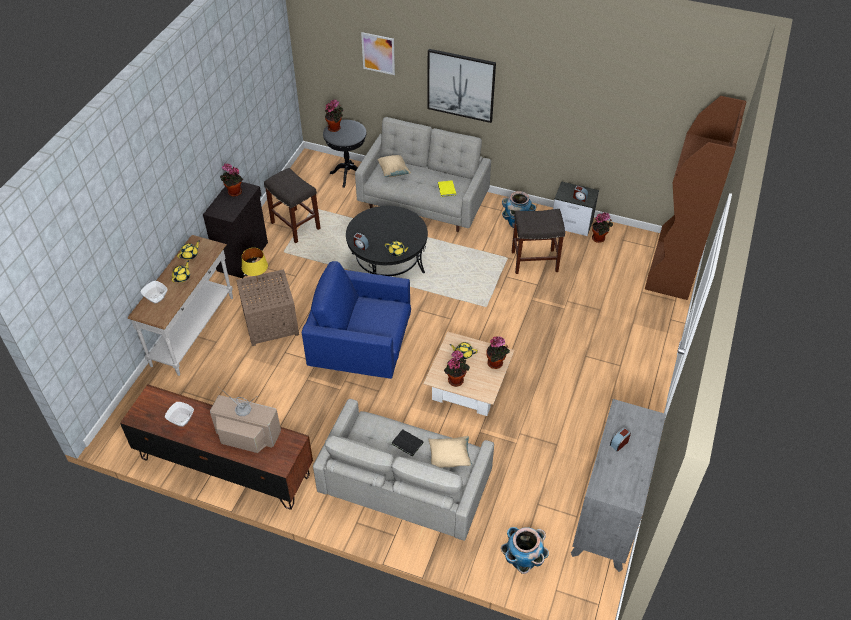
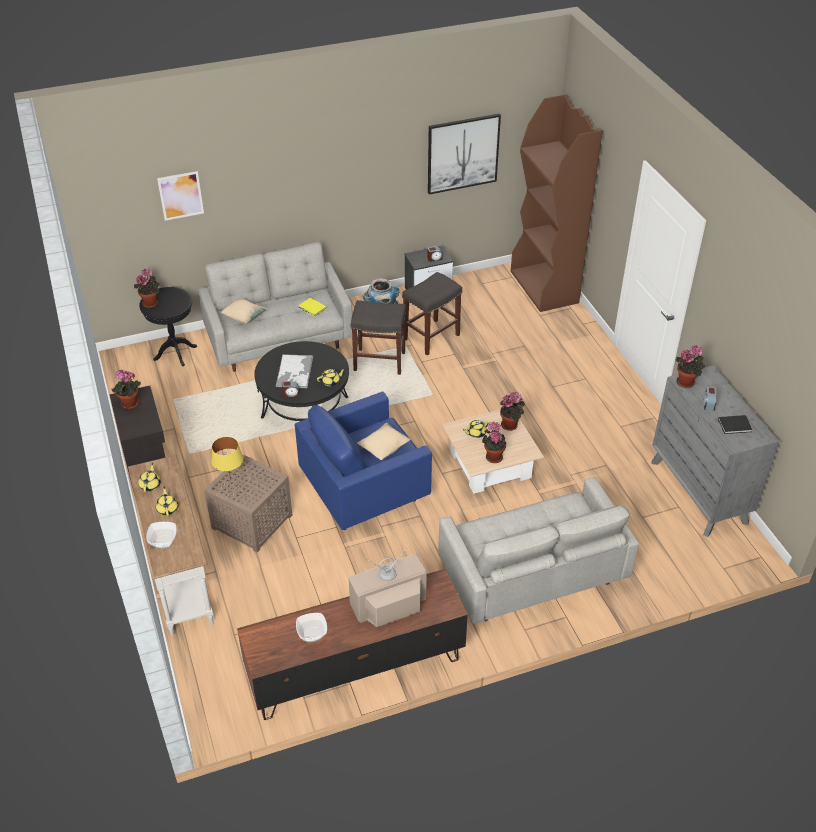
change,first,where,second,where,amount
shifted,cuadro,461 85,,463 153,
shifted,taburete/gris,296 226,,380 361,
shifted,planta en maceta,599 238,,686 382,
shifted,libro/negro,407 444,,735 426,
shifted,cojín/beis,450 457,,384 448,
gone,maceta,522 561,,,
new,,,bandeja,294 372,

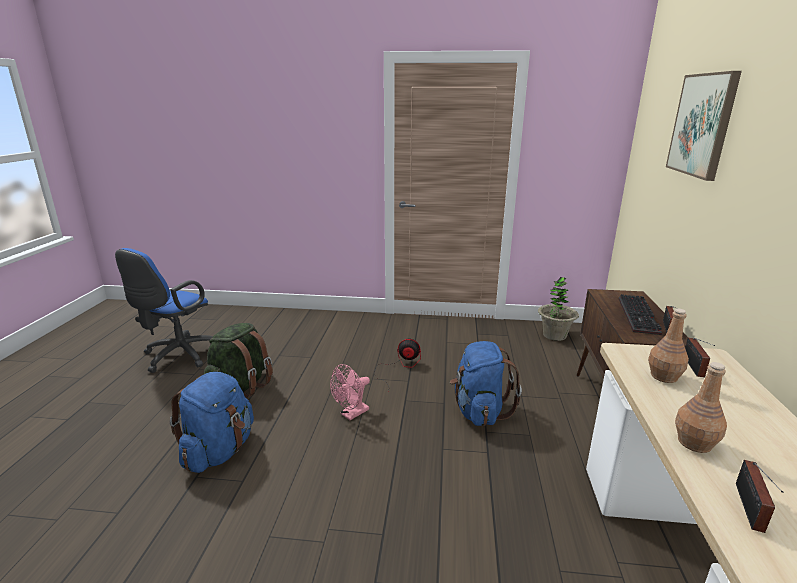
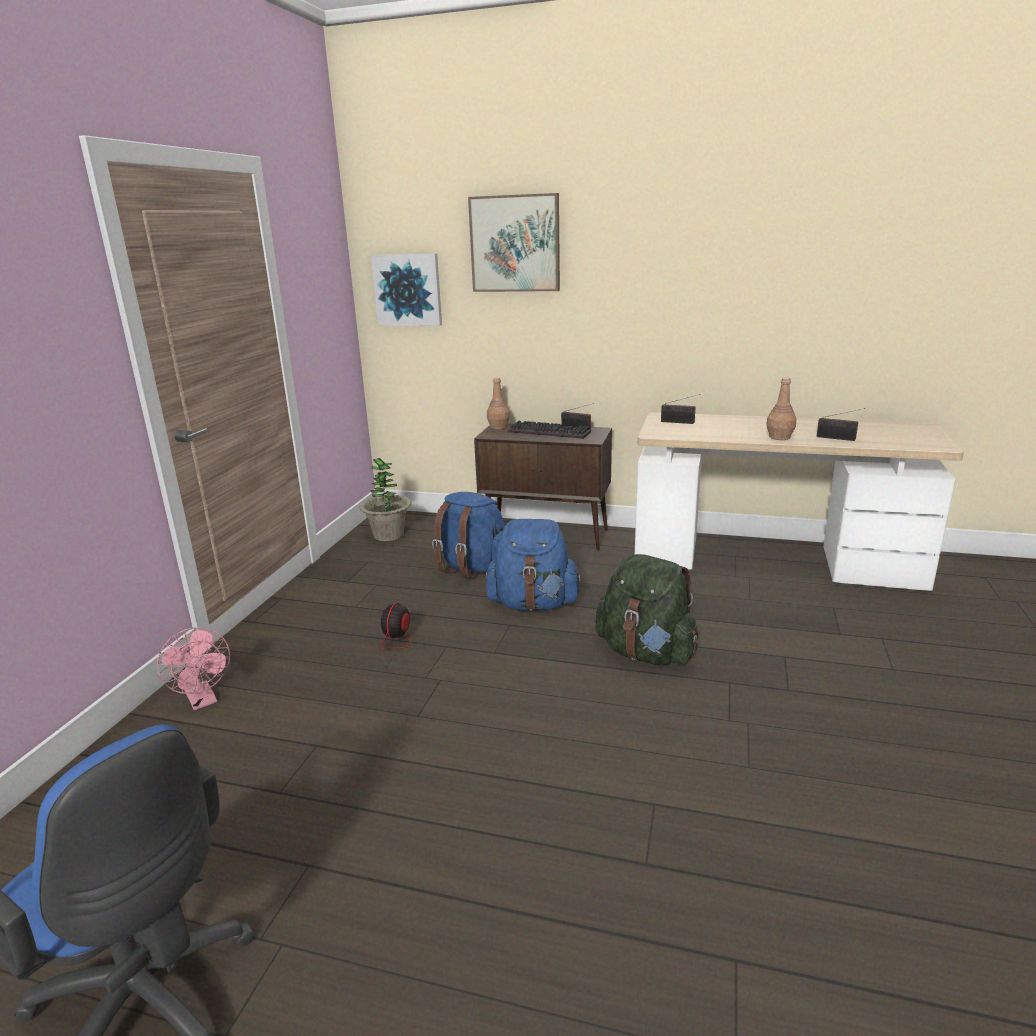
change,first,where,second,where,amount
shifted,botella/marrón,663 376,,498 427,
shifted,mochila/verde,241 387,,646 653,
shifted,ventilador/rosa,351 414,,203 700,
shifted,mochila/azul,219 451,,472 568,
new,,,cuadro,408 290,

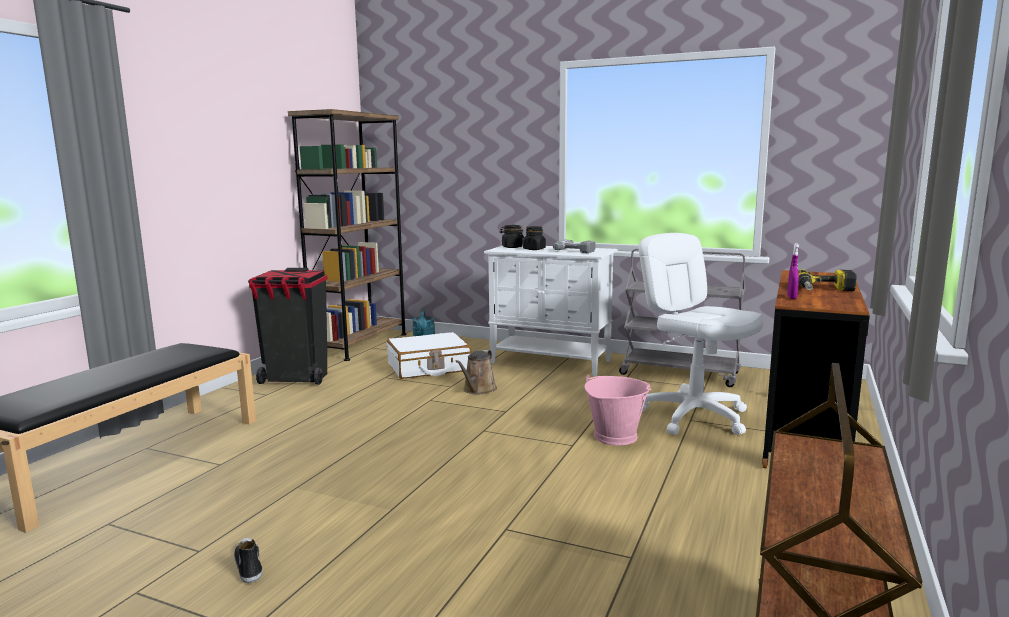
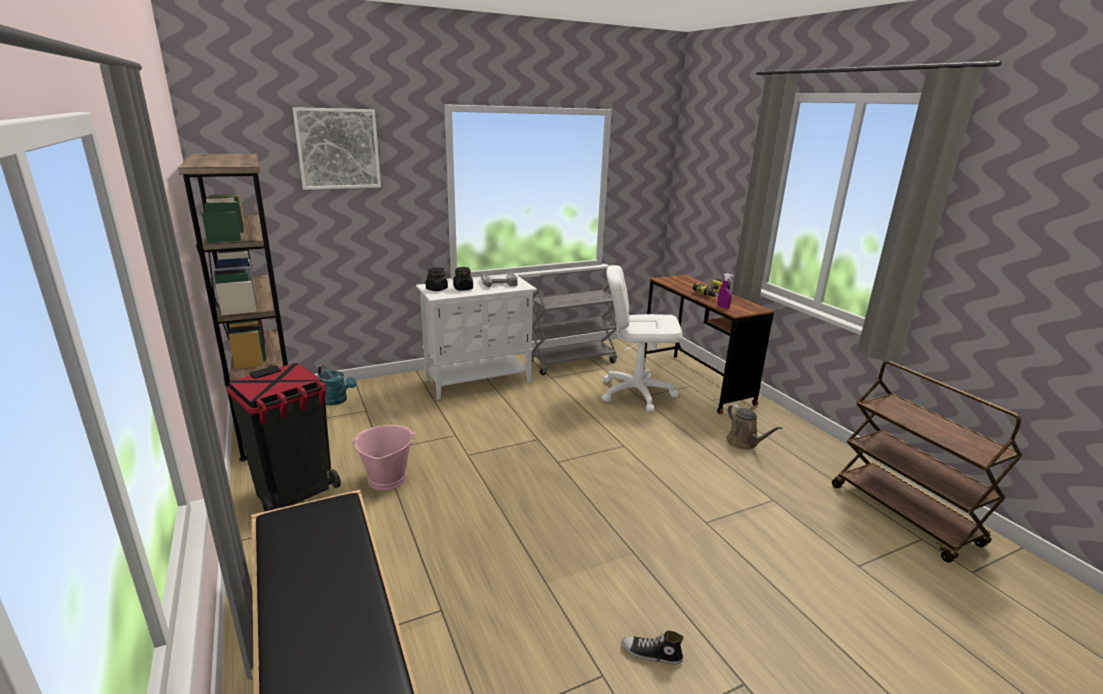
change,first,where,second,where,amount
gone,maleta/blanco,429 367,,,
shifted,regadera/marrón,478 390,,744 443,
shifted,cubo/rosa,615 436,,387 478,
new,,,cuadro,338 149,

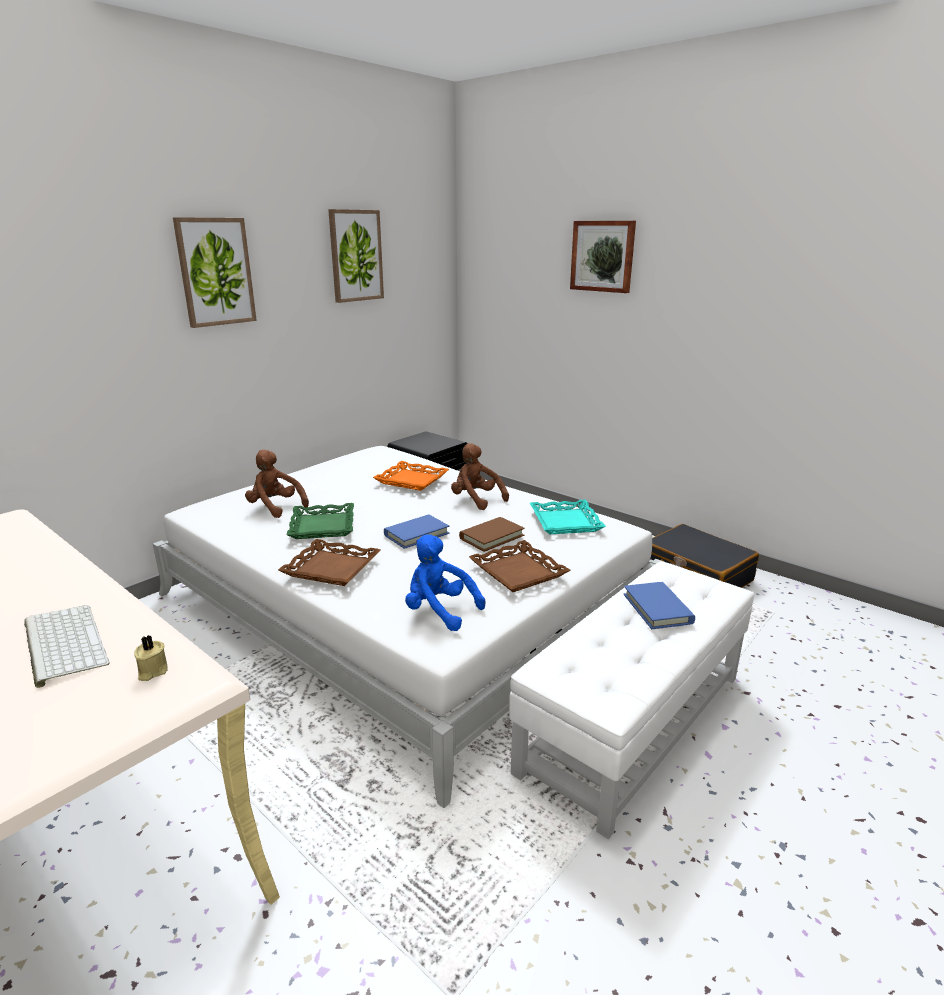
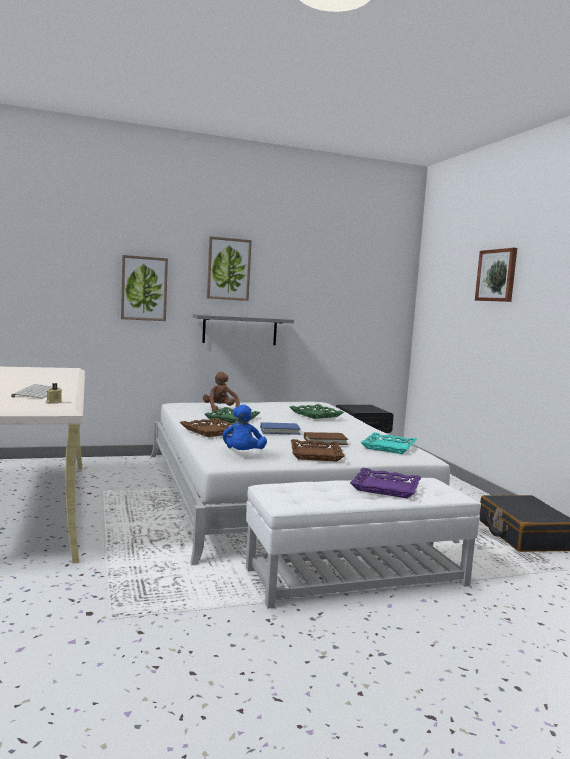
change,first,where,second,where,amount
shifted,cuadro,355 256,,144 288,
gone,peluche/marrón,476 500,,,
repainted,bandeja/naranja,411 480,bandeja/verde,315 414,
rotated,peluche/azul,439 611,,243 455,150 degrees counterclockwise
swapped,libro/azul,657 608,bandeja/morado,385 488,
new,,,estante/gris,240 330,

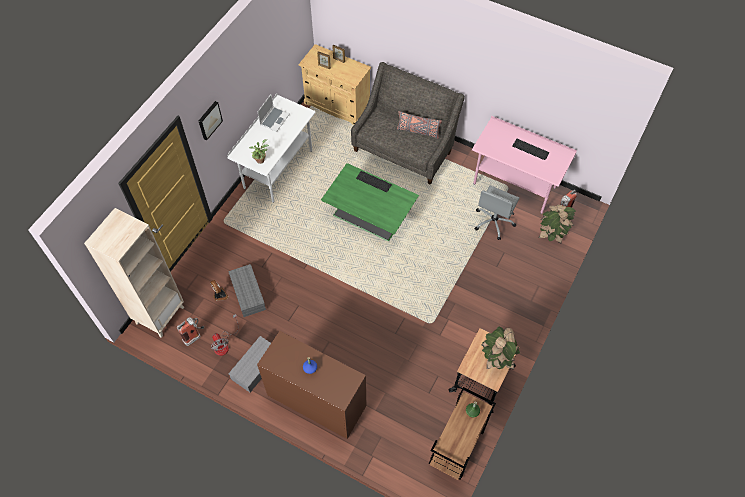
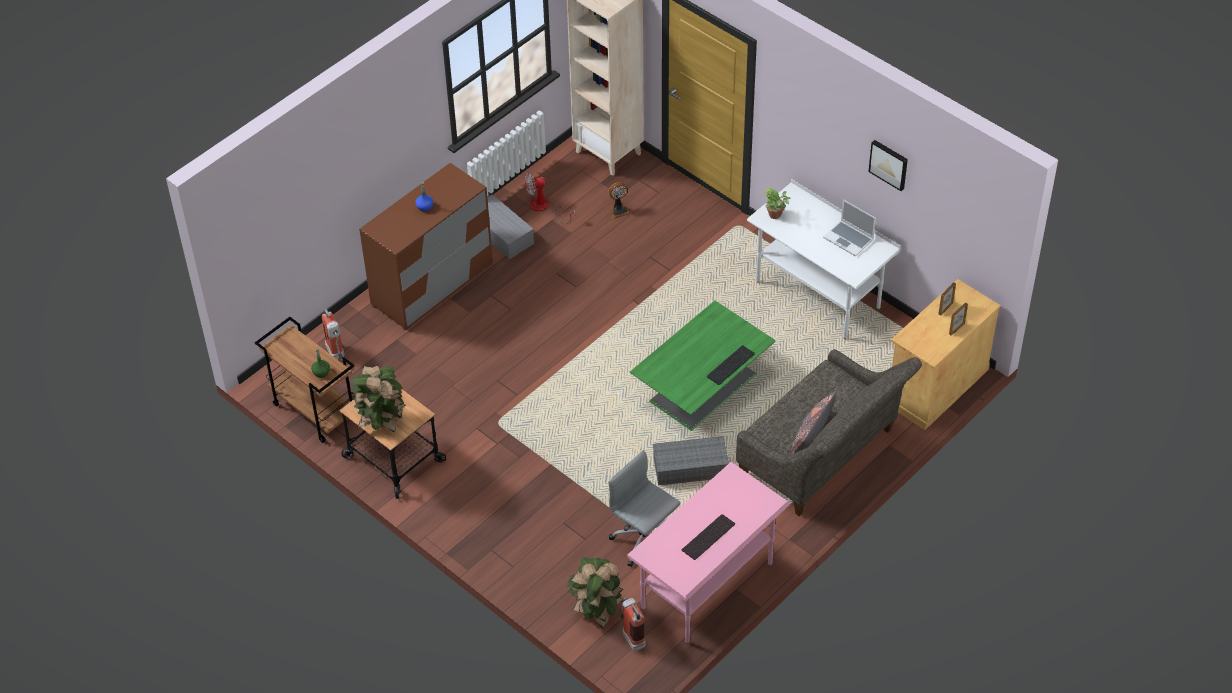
change,first,where,second,where,amount
shifted,cuadro,209 120,,889 164,
shifted,caja de almacenaje/gris,247 293,,691 467,
shifted,extintor,195 337,,337 355,

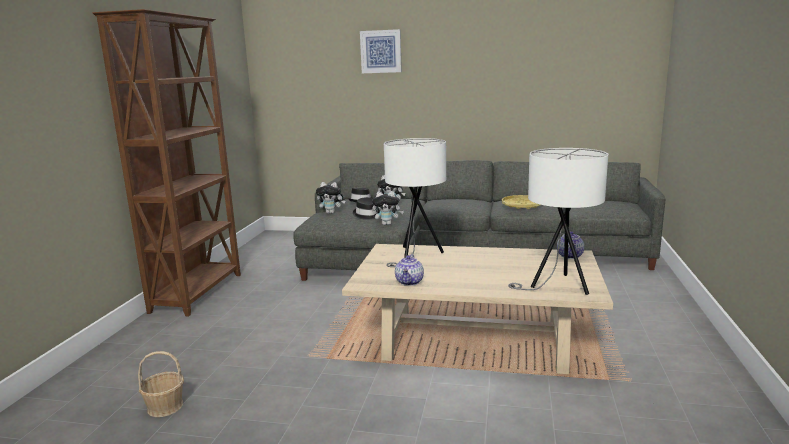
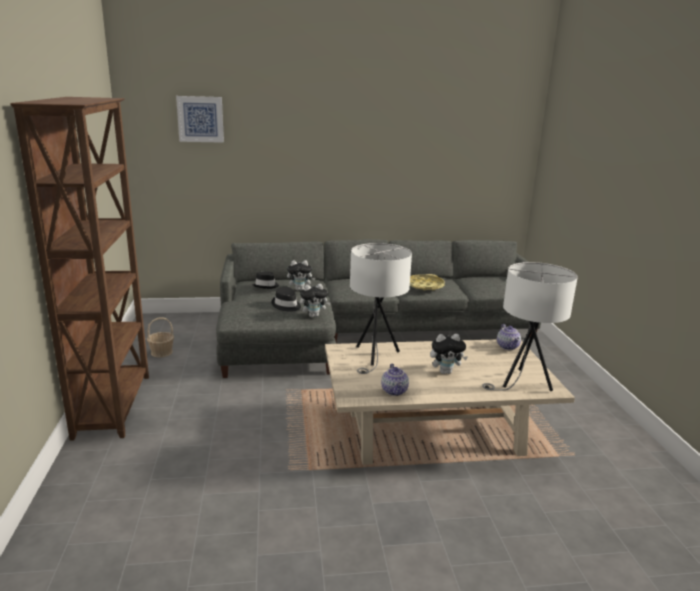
change,first,where,second,where,amount
shifted,cuadro,381 51,,200 119,
shifted,peluche,331 213,,445 372,
shifted,cesta,165 406,,161 352,

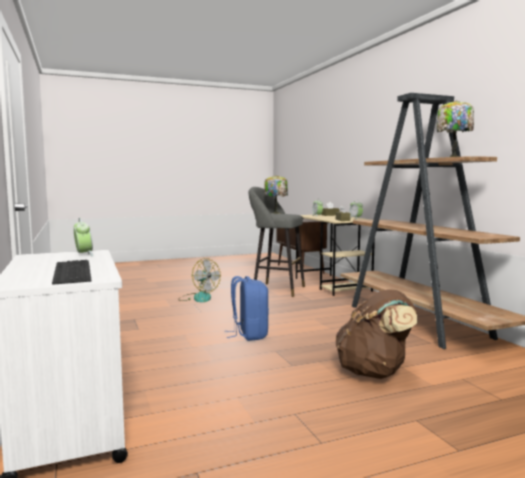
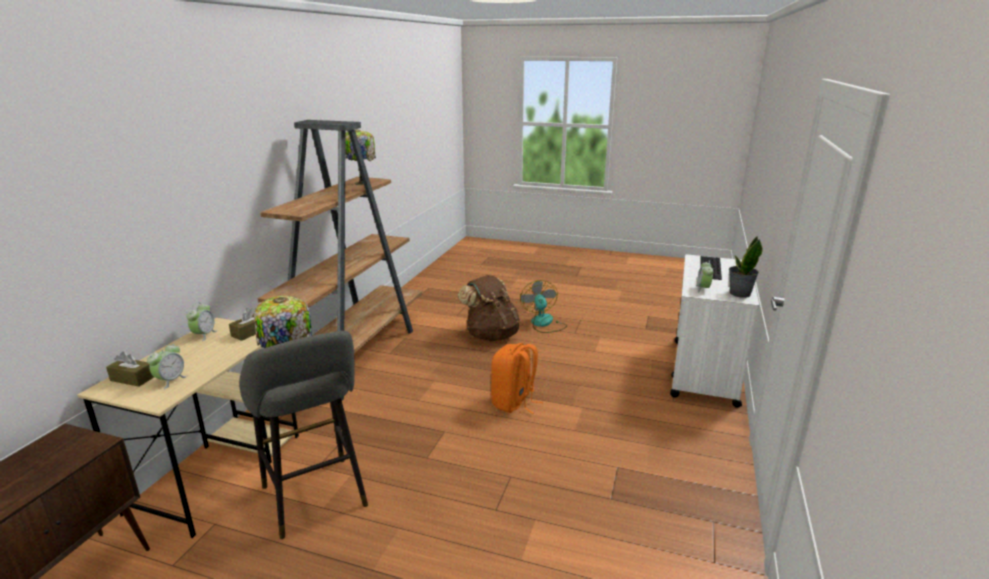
change,first,where,second,where,amount
shifted,ventilador,198 297,,544 324,
repainted,mochila/azul,249 334,mochila/naranja,514 403,
new,,,planta en maceta,739 293,

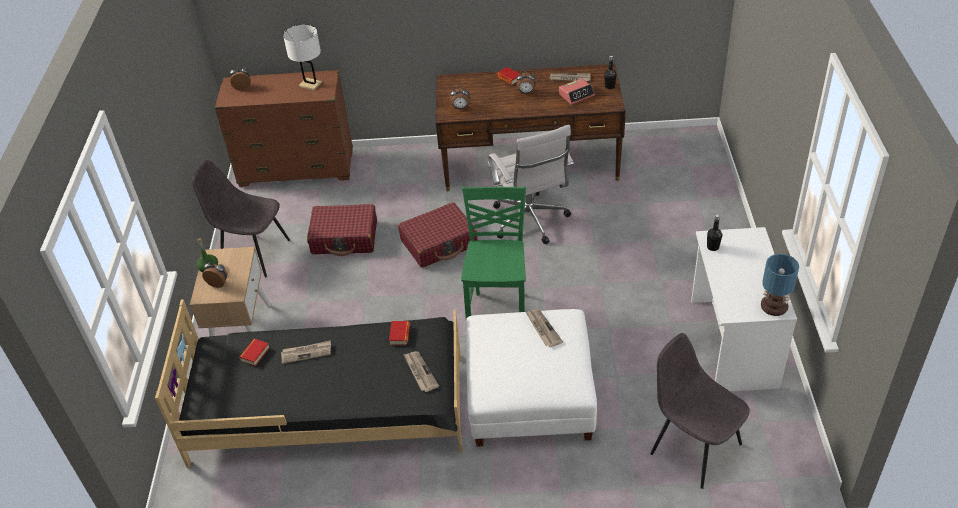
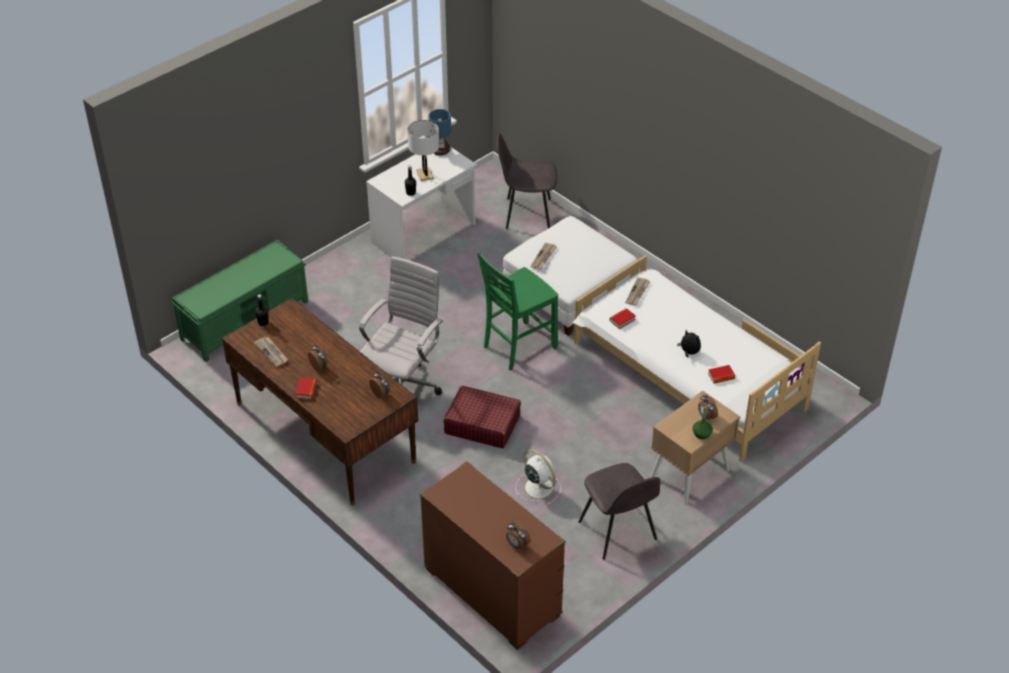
change,first,where,second,where,amount
shifted,lámpara de mesa/blanco,310 84,,425 174,
gone,despertador,576 95,,,
swapped,maleta/rojo,344 238,ventilador/blanco,538 487,
repainted,cama/negro,330 408,cama/blanco,686 375,
rotated,silla/gris,693 447,,526 214,90 degrees clockwise
swapped,periódico,306 353,peluche,689 352,
new,,,banco/verde,246 320,

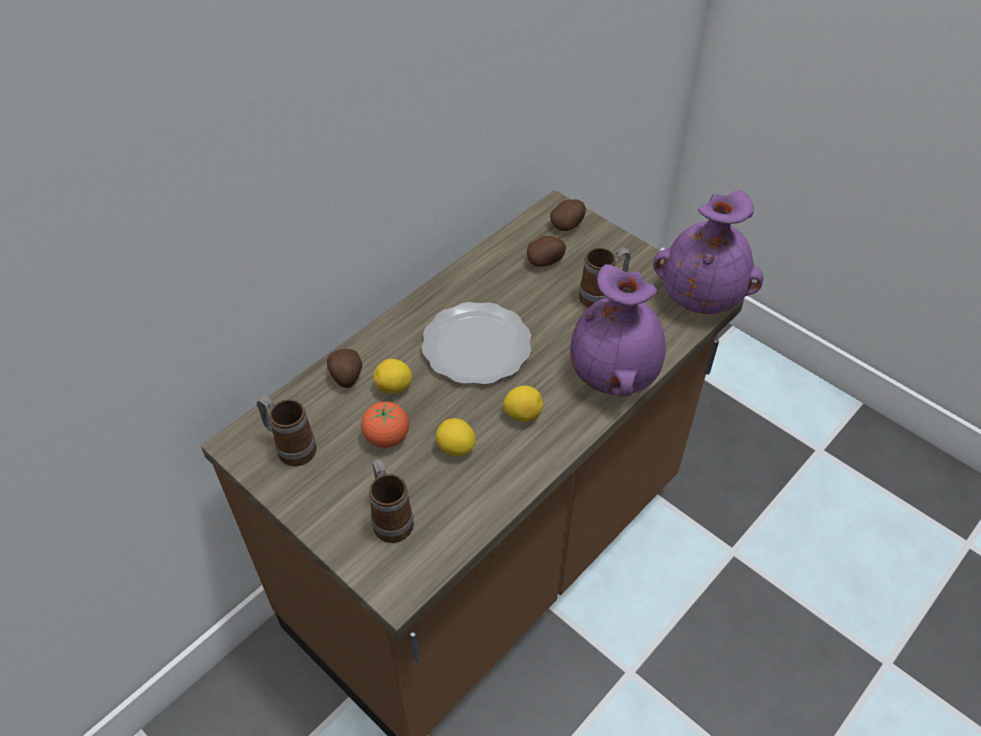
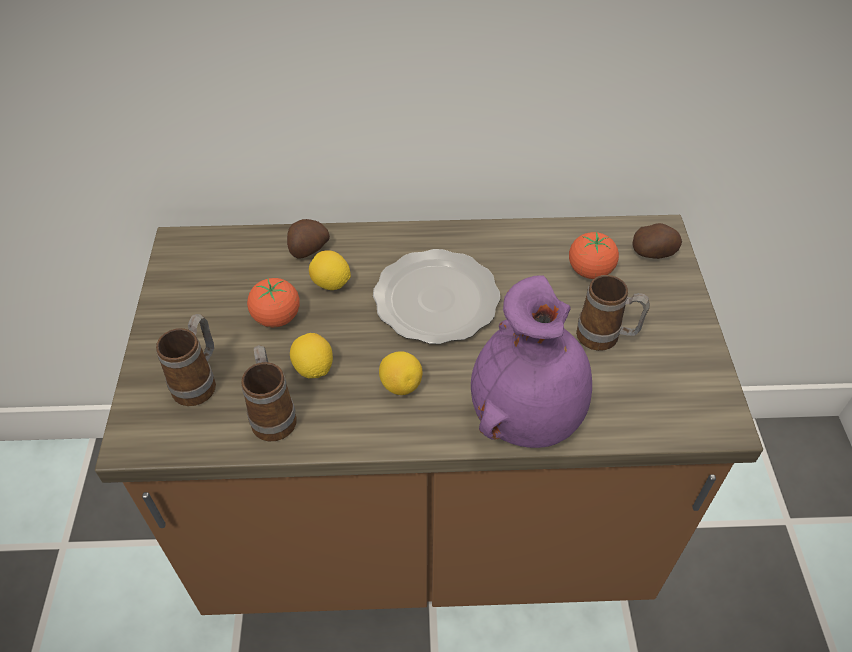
change,first,where,second,where,amount
gone,florero/morado,701 297,,,
swapped,patata,545 261,tomate,590 271,
shifted,taza grande,291 447,,273 414,

